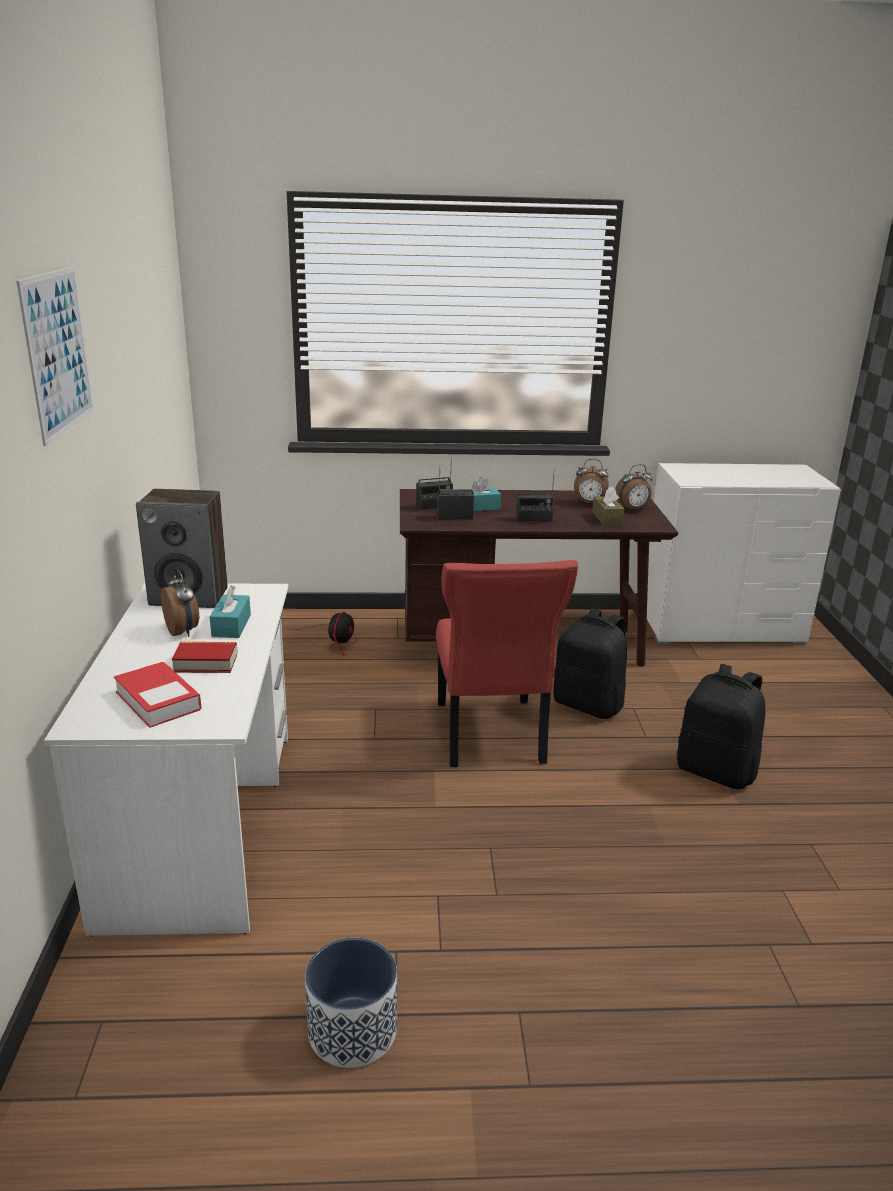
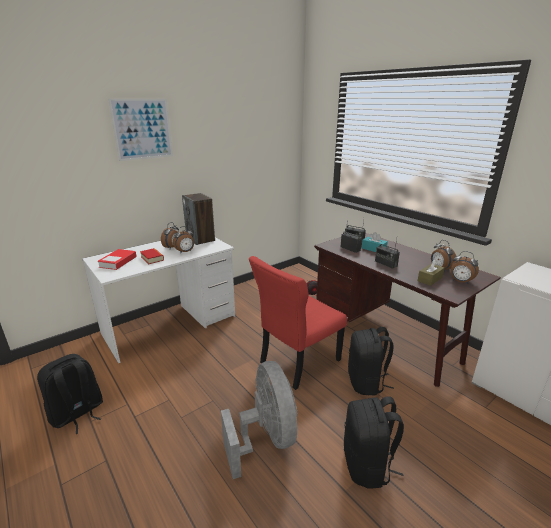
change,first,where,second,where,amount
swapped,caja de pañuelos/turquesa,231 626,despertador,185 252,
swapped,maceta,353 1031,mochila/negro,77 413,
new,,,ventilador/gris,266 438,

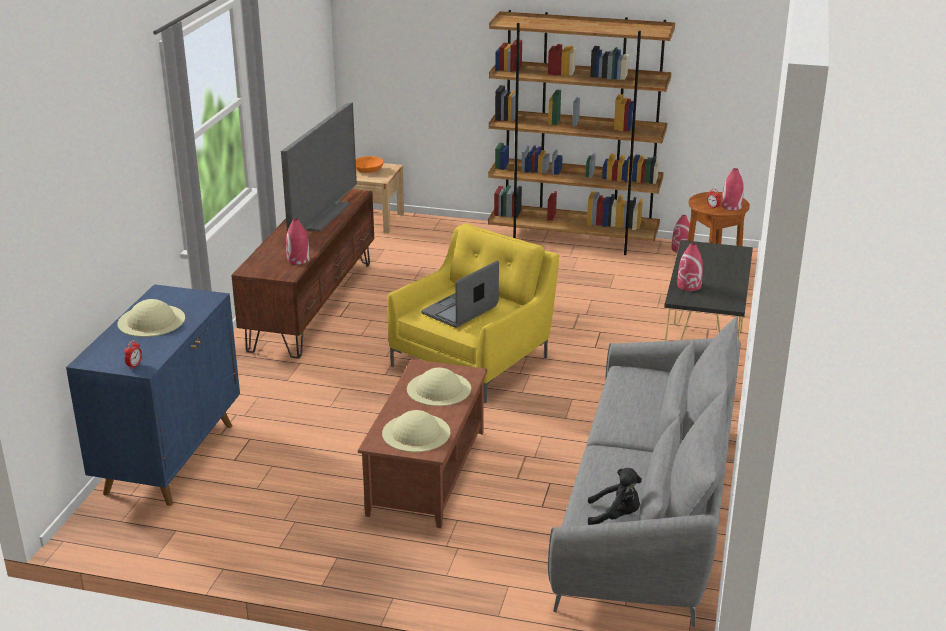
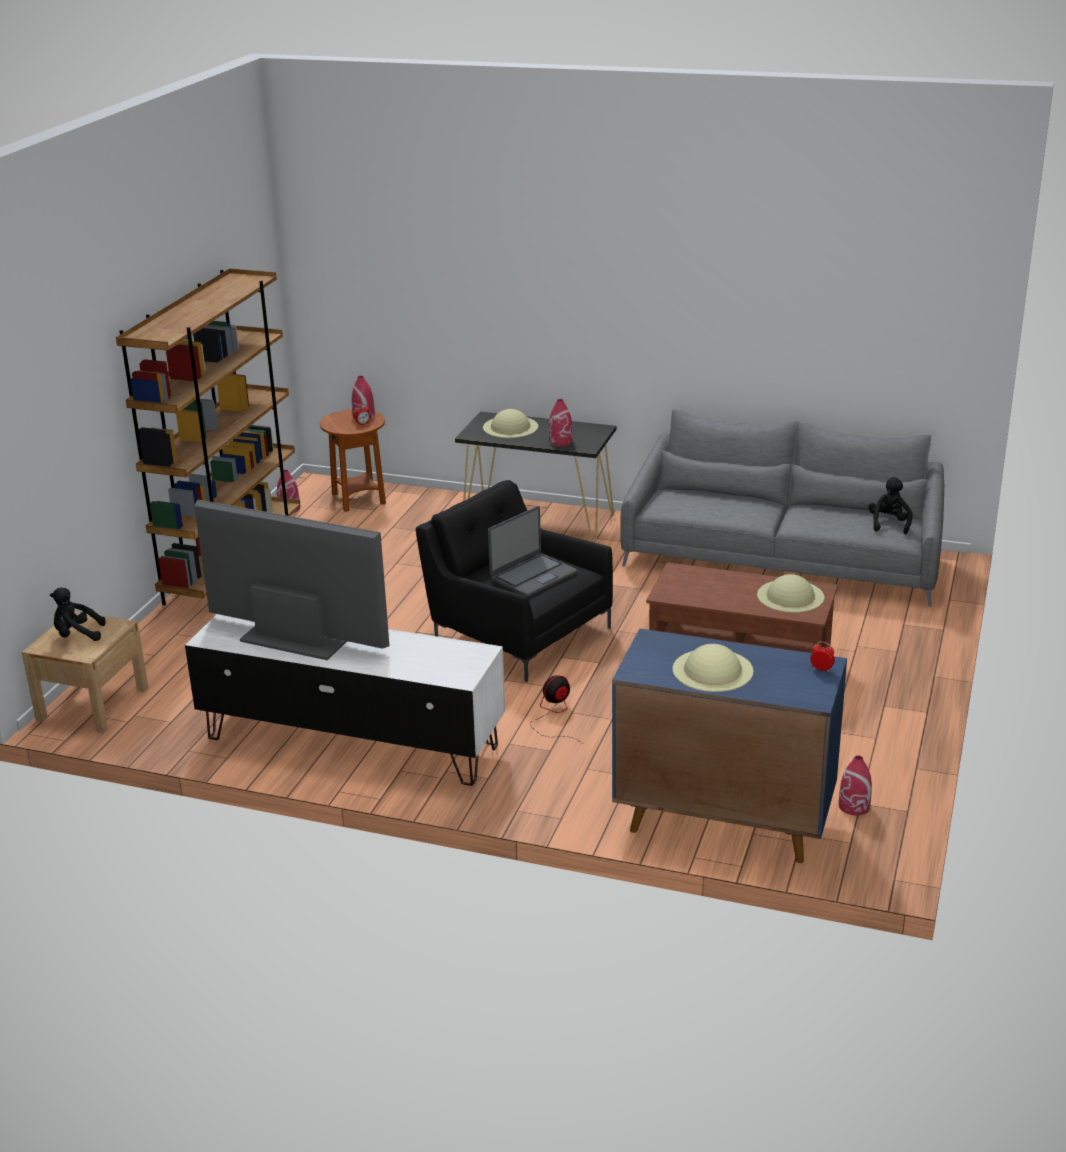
change,first,where,second,where,amount
swapped,cuenco/naranja,368 170,peluche/negro,77 635,
repainted,mueble de televisión/marrón,312 304,mueble de televisión/blanco,351 741,
shifted,florero/rojo,298 259,,854 806,
repainted,sillón/amarillo,474 359,sillón/negro,518 632,
rotated,portátil,460 310,,533 576,90 degrees counterclockwise
shifted,sombrero/beis,438 389,,510 427,
new,,,ventilador,554 715,

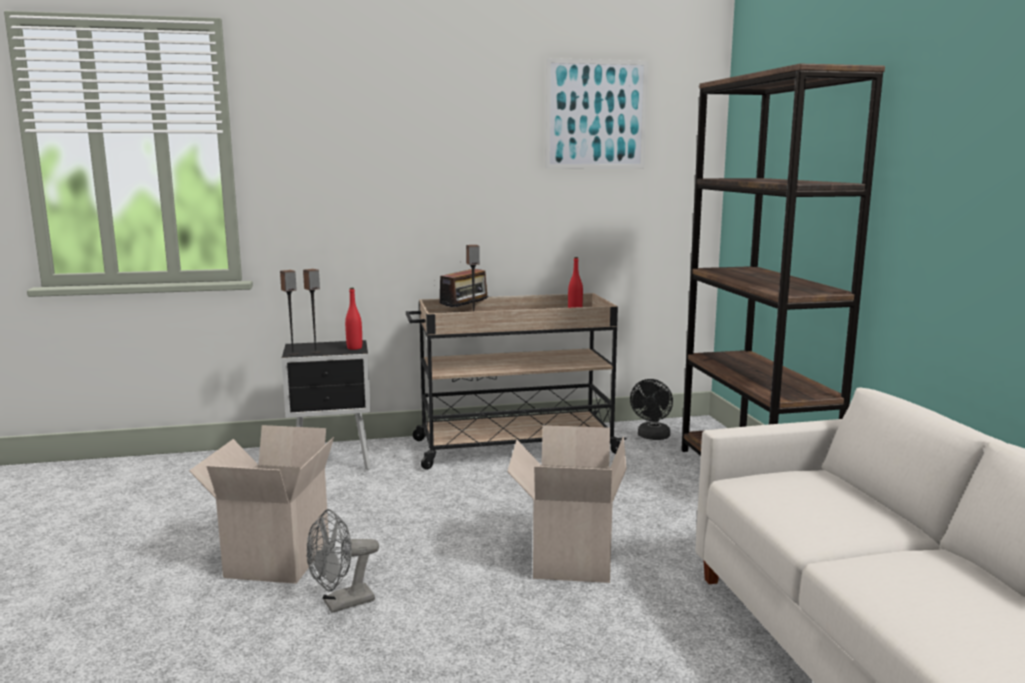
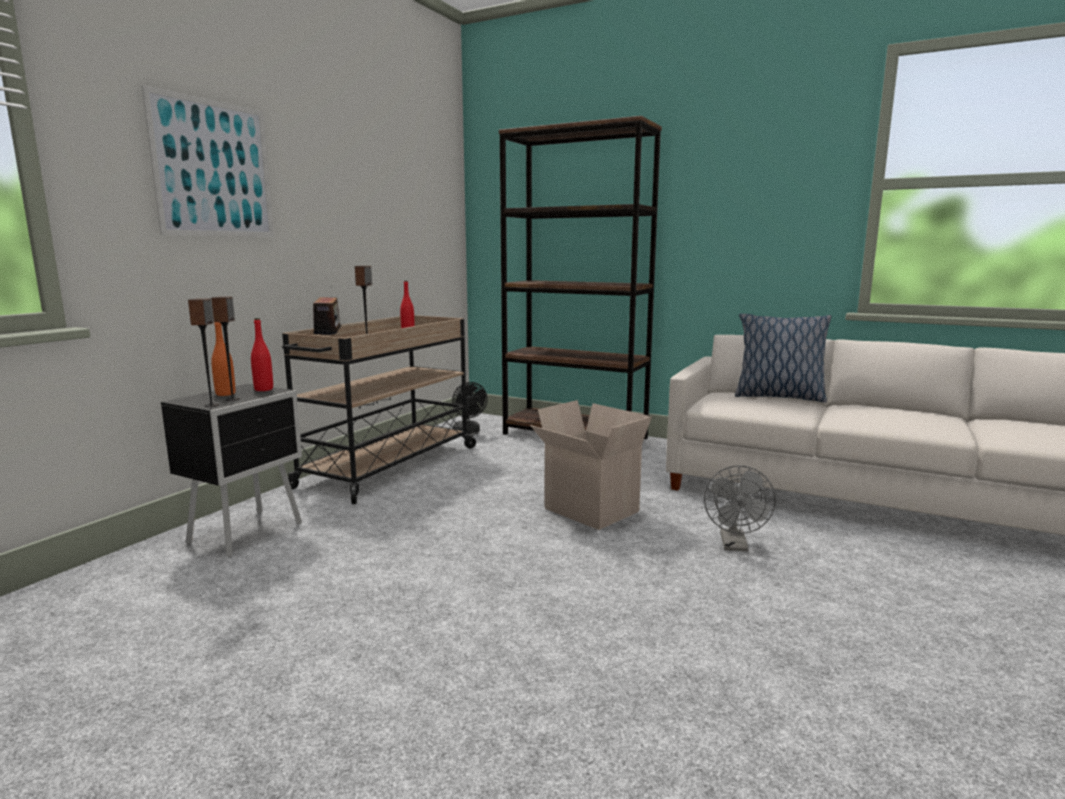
change,first,where,second,where,amount
shifted,cuadro,596 114,,214 169,
gone,caja de cartón,275 558,,,
shifted,ventilador/gris,341 604,,735 546,
new,,,cojín,778 397,
new,,,botella/naranja,225 394,

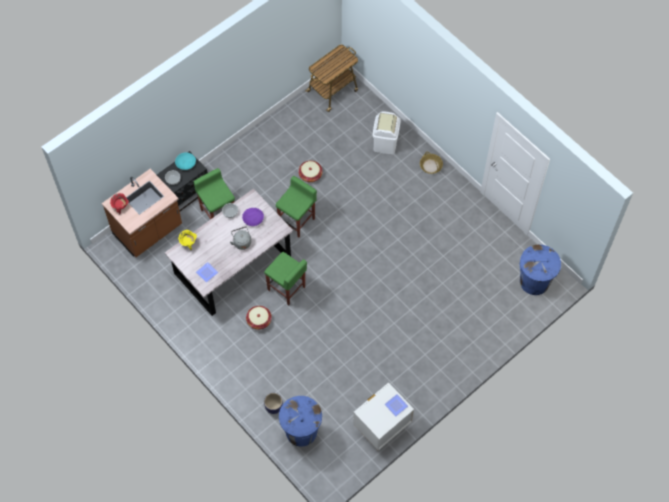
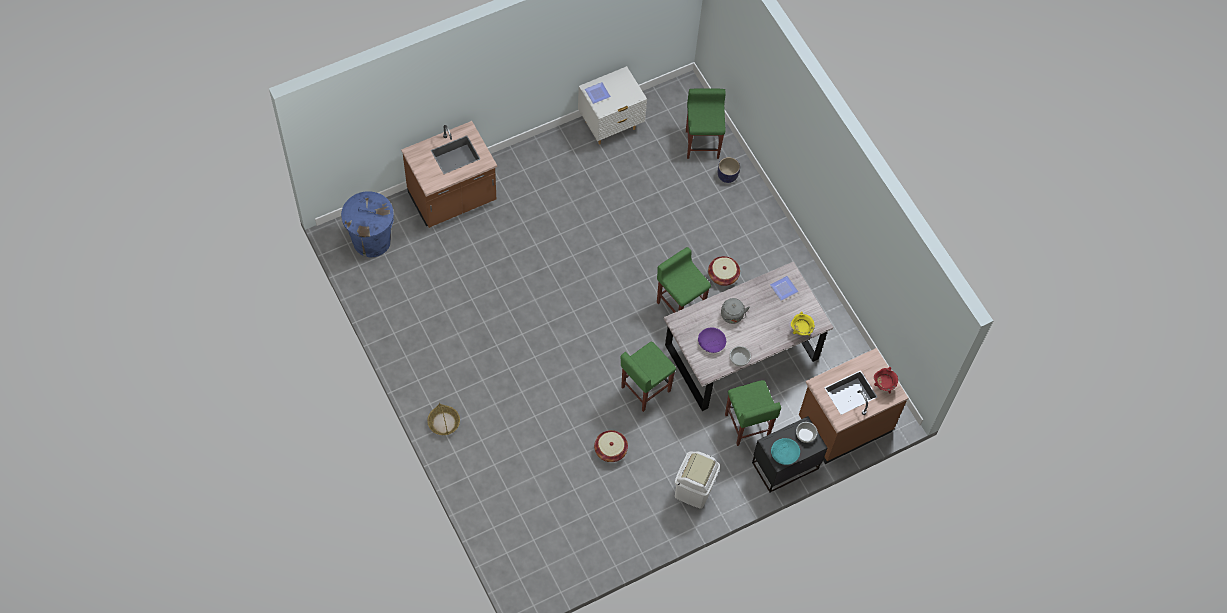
change,first,where,second,where,amount
gone,carrito,333 90,,,
shifted,papelera/blanco,385 143,,694 489,
swapped,papelera/azul,301 431,taburete/verde,702 143,
new,,,mueble bajo de cocina/marrón,452 199,

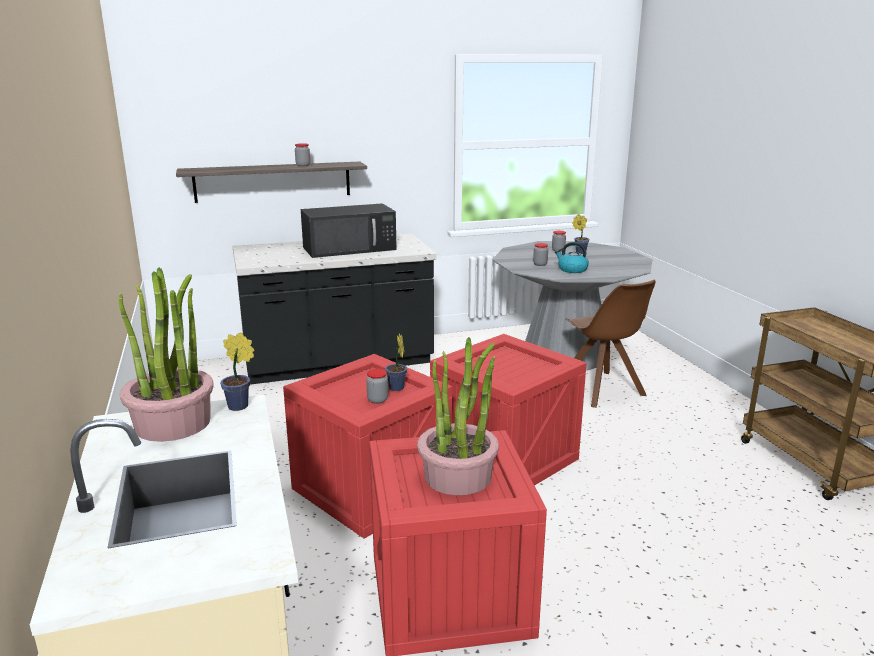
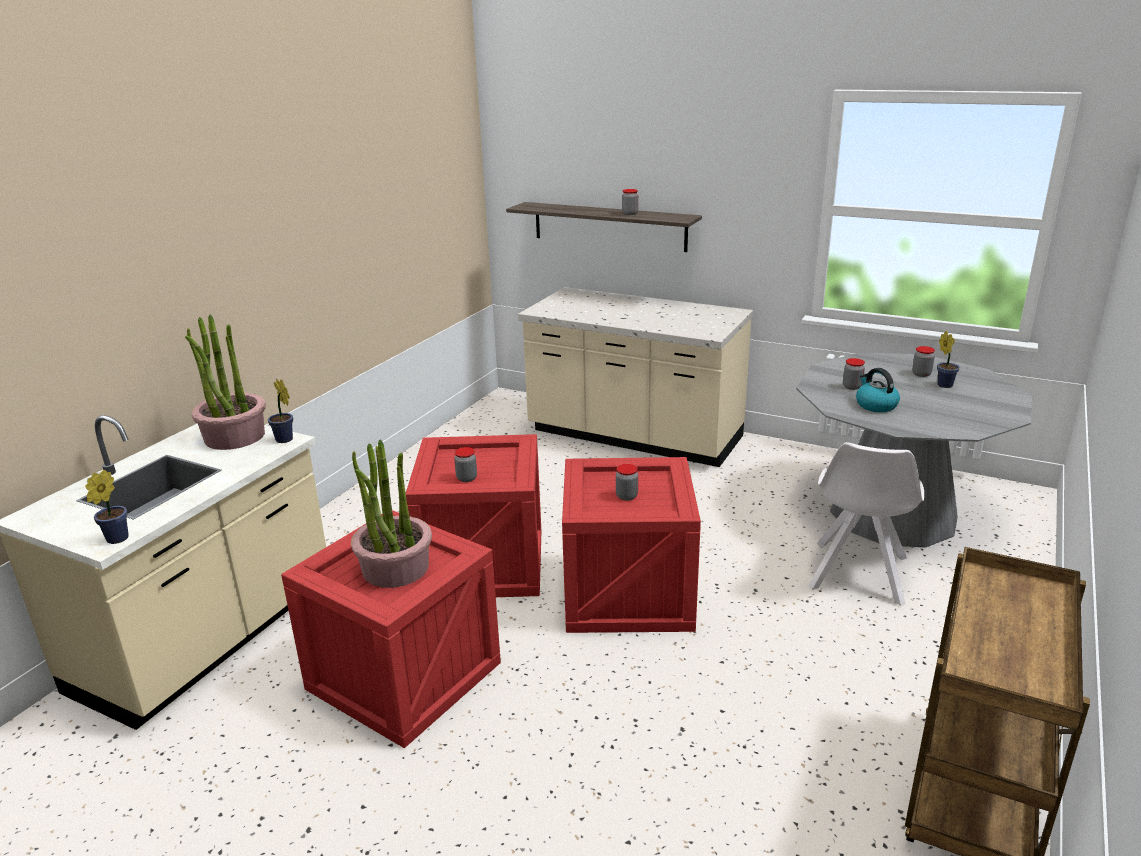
change,first,where,second,where,amount
gone,microondas/negro,350 248,,,
repainted,mueble bajo de cocina/negro,338 363,mueble bajo de cocina/beis,634 436,
repainted,silla/marrón,602 390,silla/blanco,857 574,
shifted,planta en maceta,397 389,,115 540,
new,,,tarro,626 496,

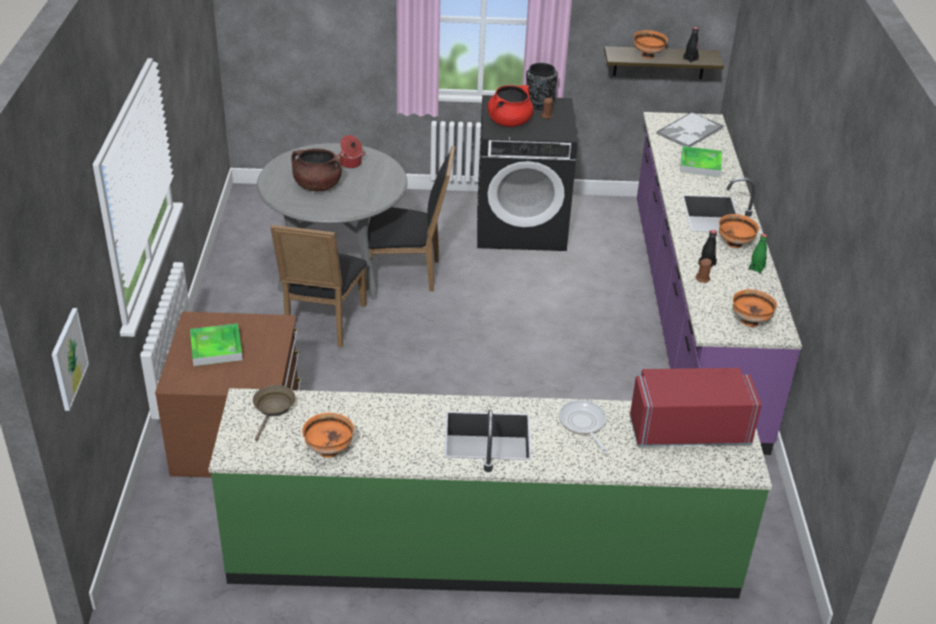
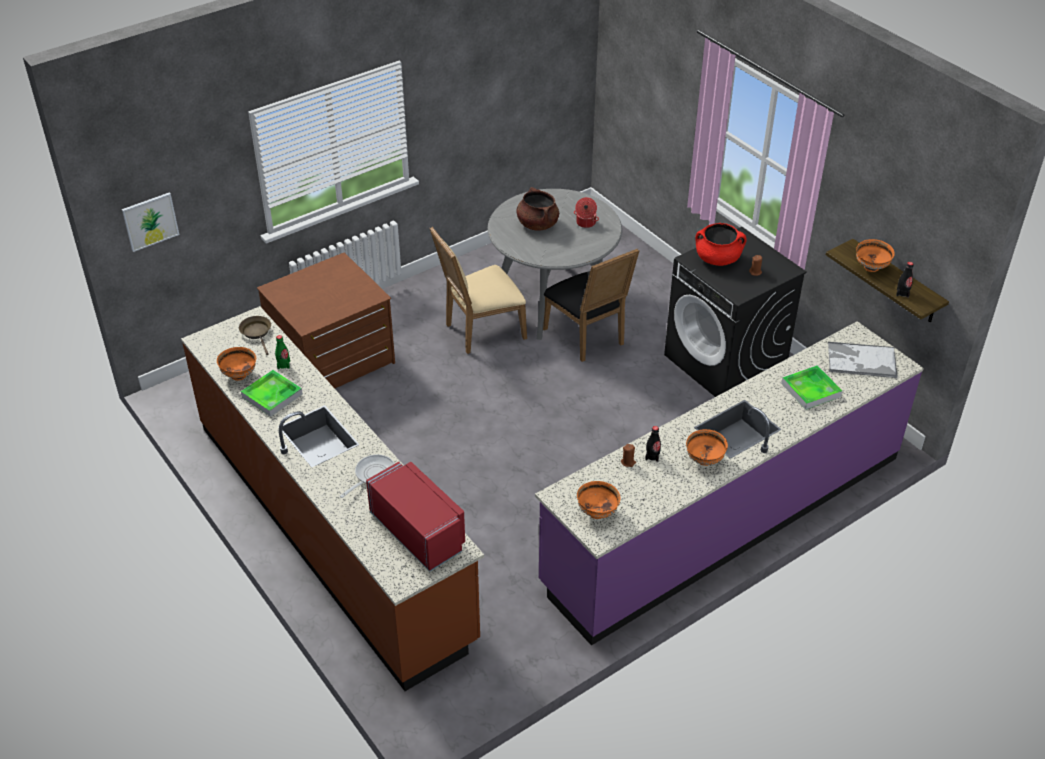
change,first,where,second,where,amount
gone,florero/negro,539 104,,,
repainted,silla/negro,321 324,silla/beis,480 331,
shifted,botella/verde,756 268,,283 365,
shifted,bandeja,216 348,,272 395,
rotated,sartén/marrón,273 408,,257 333,90 degrees counterclockwise
repainted,mueble bajo de cocina/verde,483 549,mueble bajo de cocina/marrón,332 528,

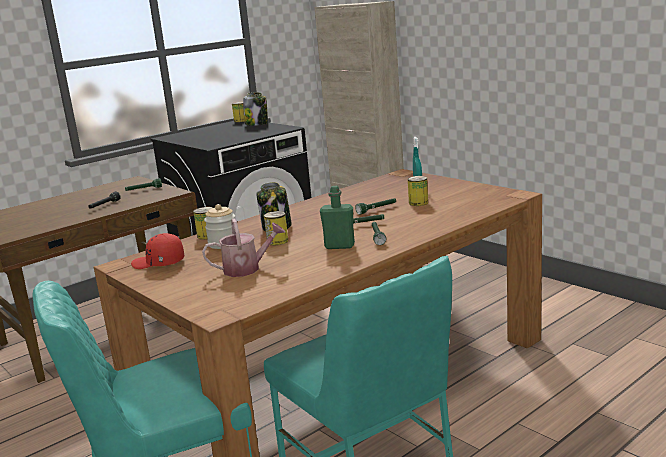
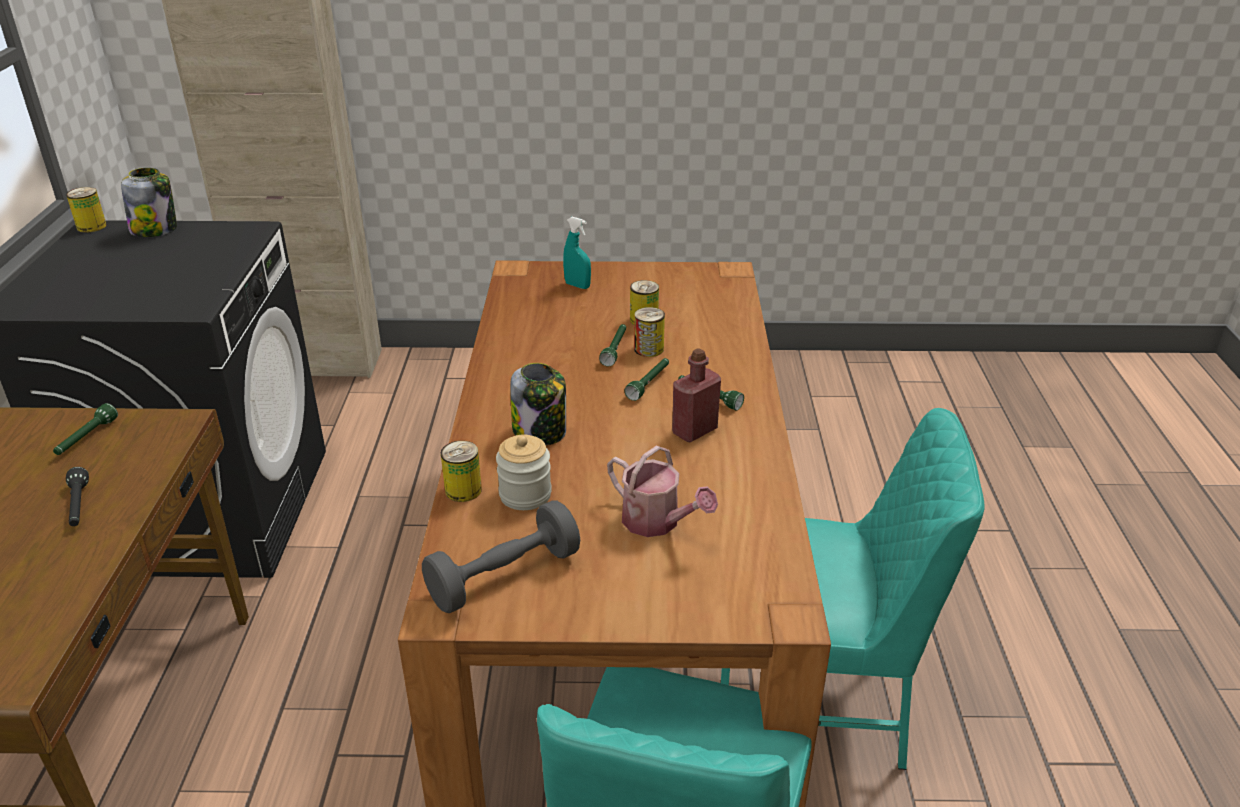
change,first,where,second,where,amount
repainted,botella/verde,339 246,botella/rojo,694 431,
shifted,lata,277 241,,649 349,
rotated,regadera,247 268,,657 522,105 degrees clockwise
swapped,gorra/rojo,158 263,mancuerna/gris,504 576,

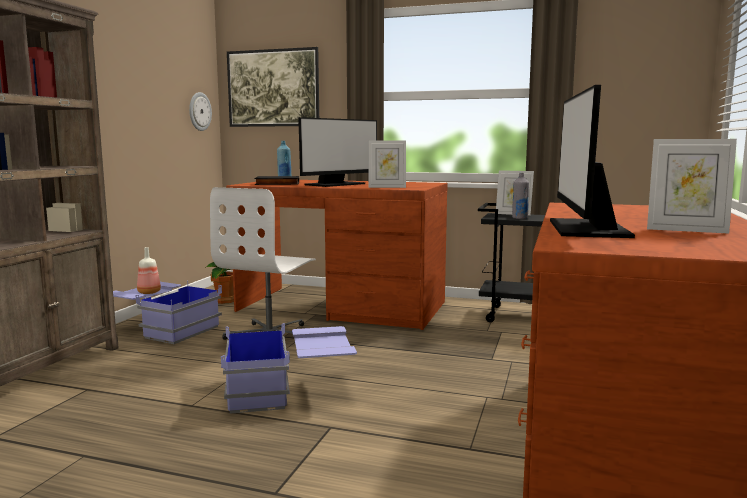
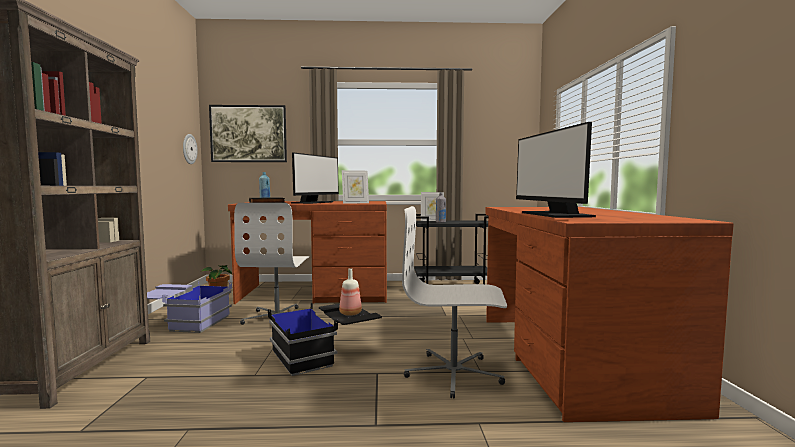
change,first,where,second,where,amount
gone,portarretratos,686 230,,,
shifted,botella,149 292,,350 313,
repainted,caja de almacenaje/azul,289 391,caja de almacenaje/negro,326 353,
new,,,silla de oficina/blanco,454 374,

